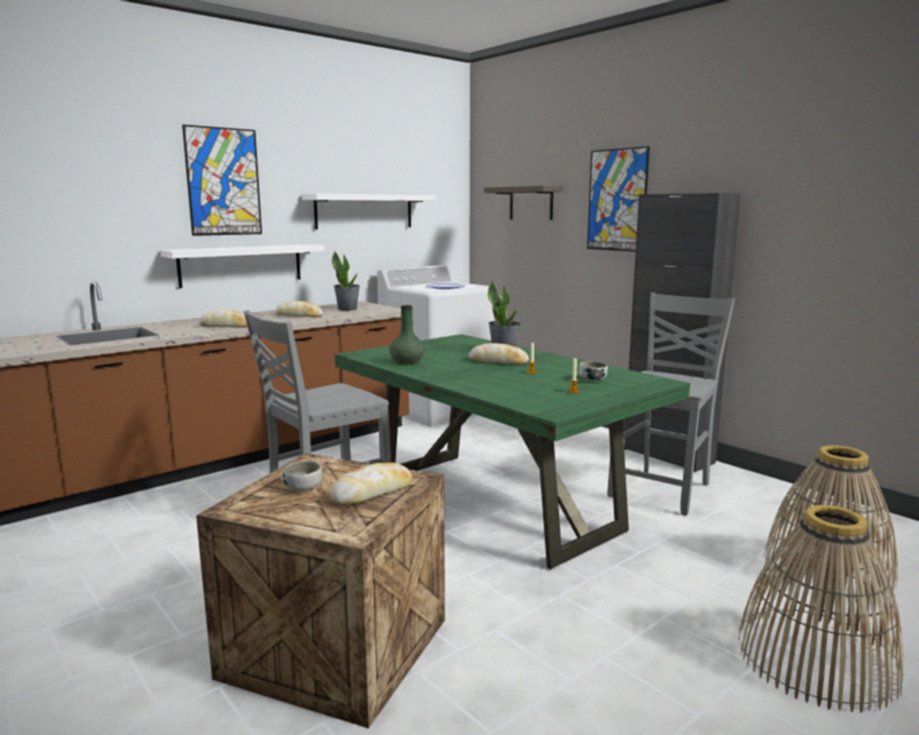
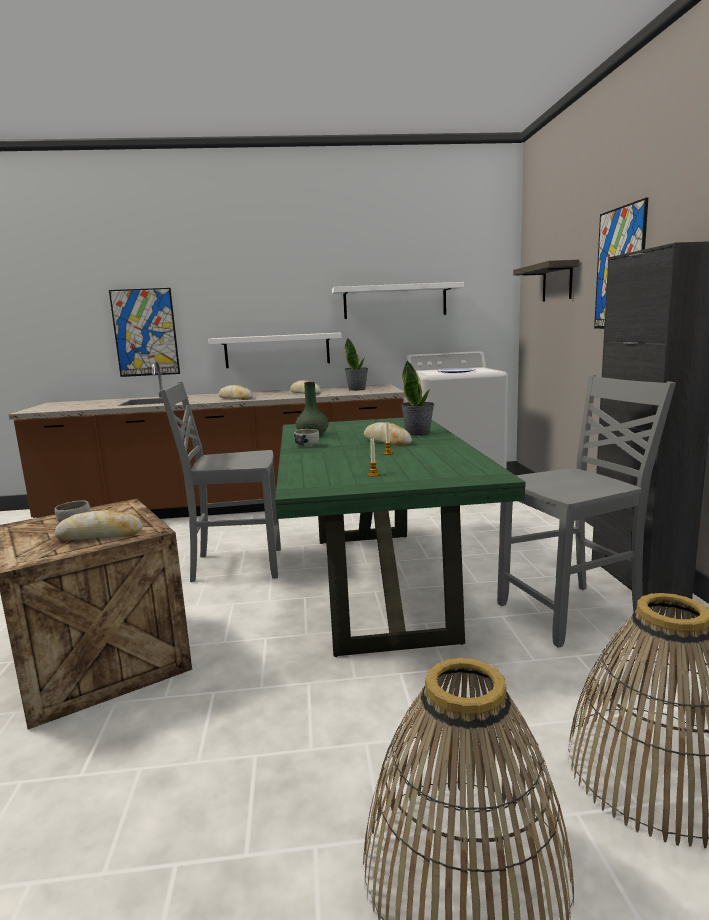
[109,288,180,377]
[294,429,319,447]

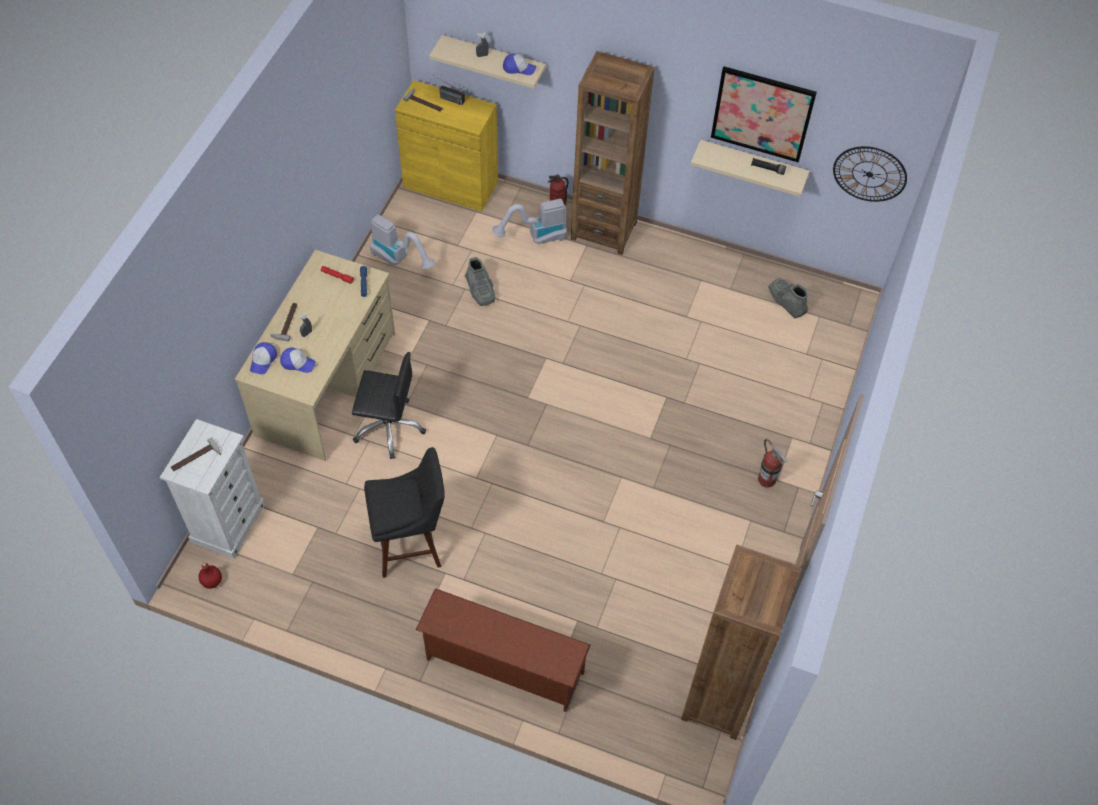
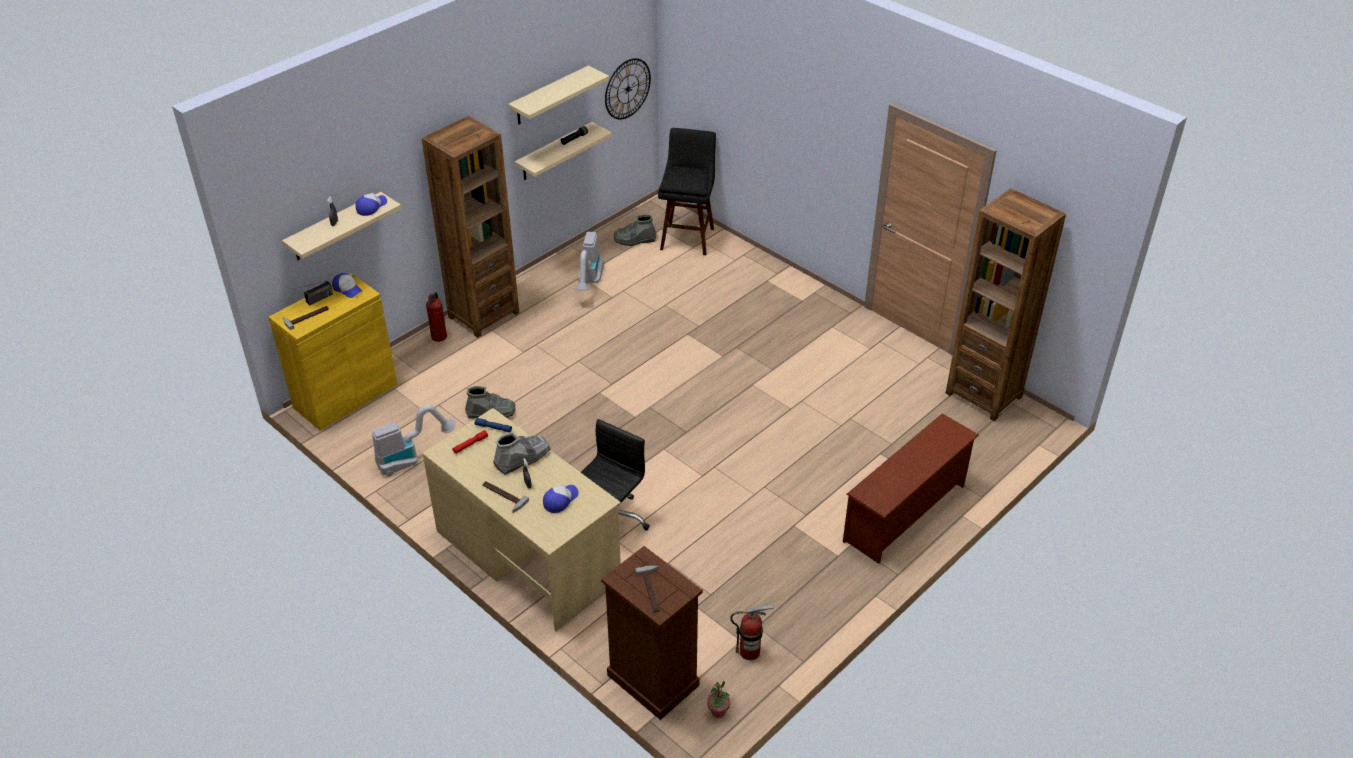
[332,273,363,298]
[493,432,551,475]
[508,65,609,124]
[575,232,604,290]
[601,546,703,720]
[658,128,716,255]
[707,681,730,718]
[730,605,774,660]

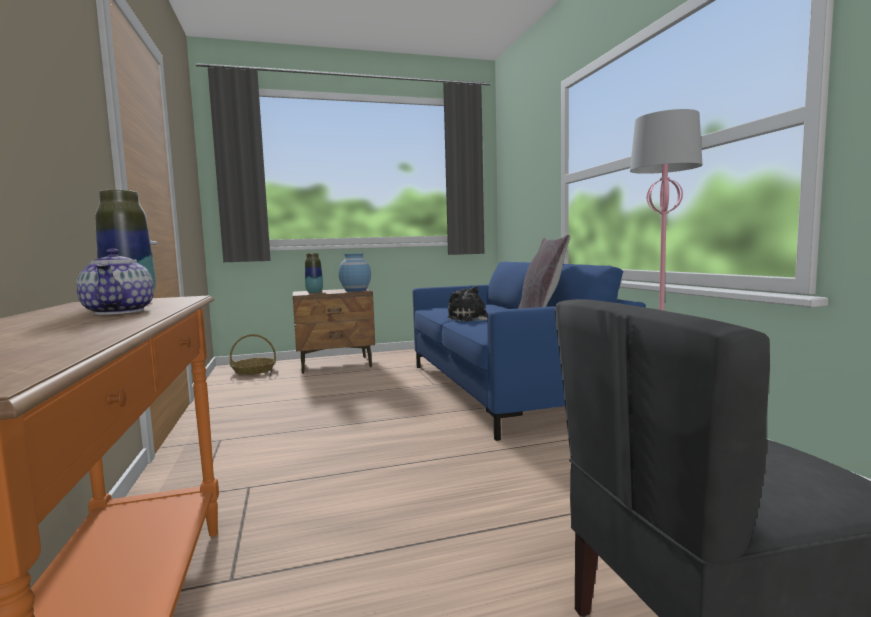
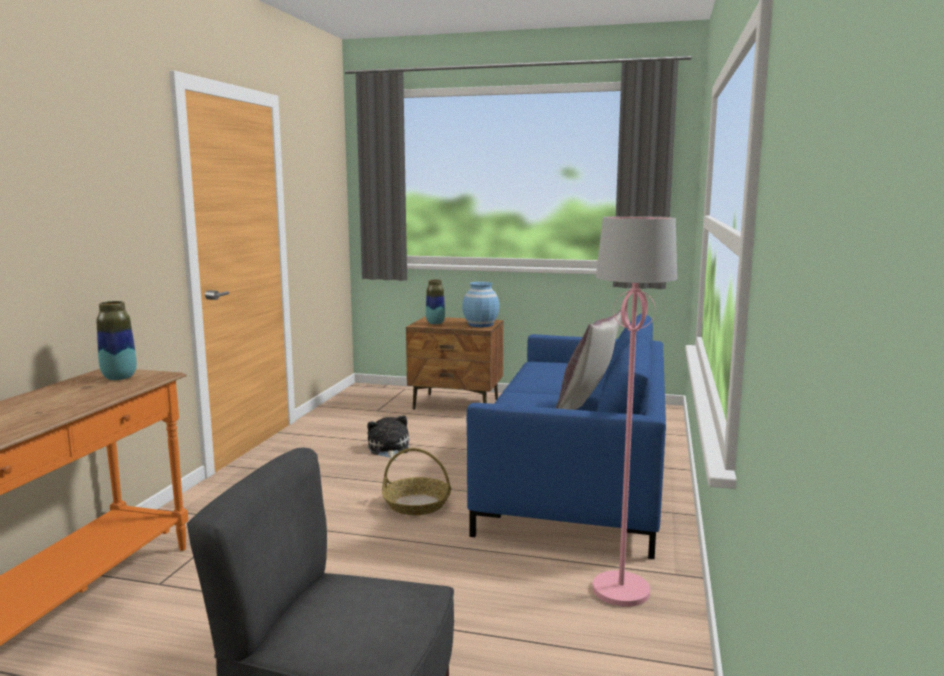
[367,415,409,460]
[382,448,451,515]
[76,249,154,315] (first image)

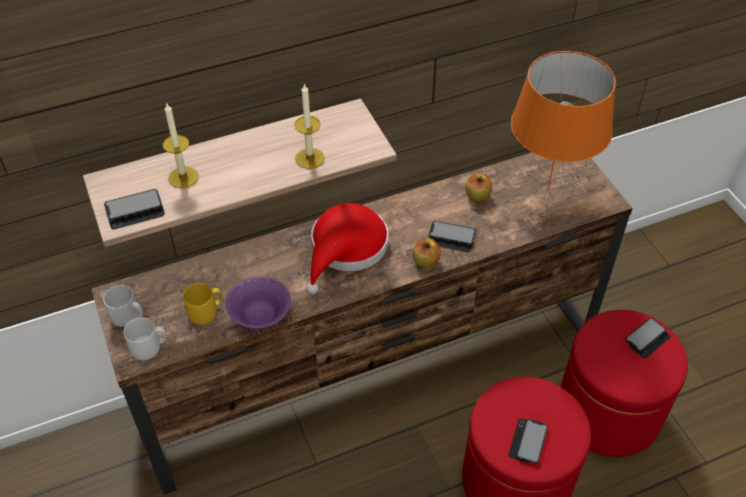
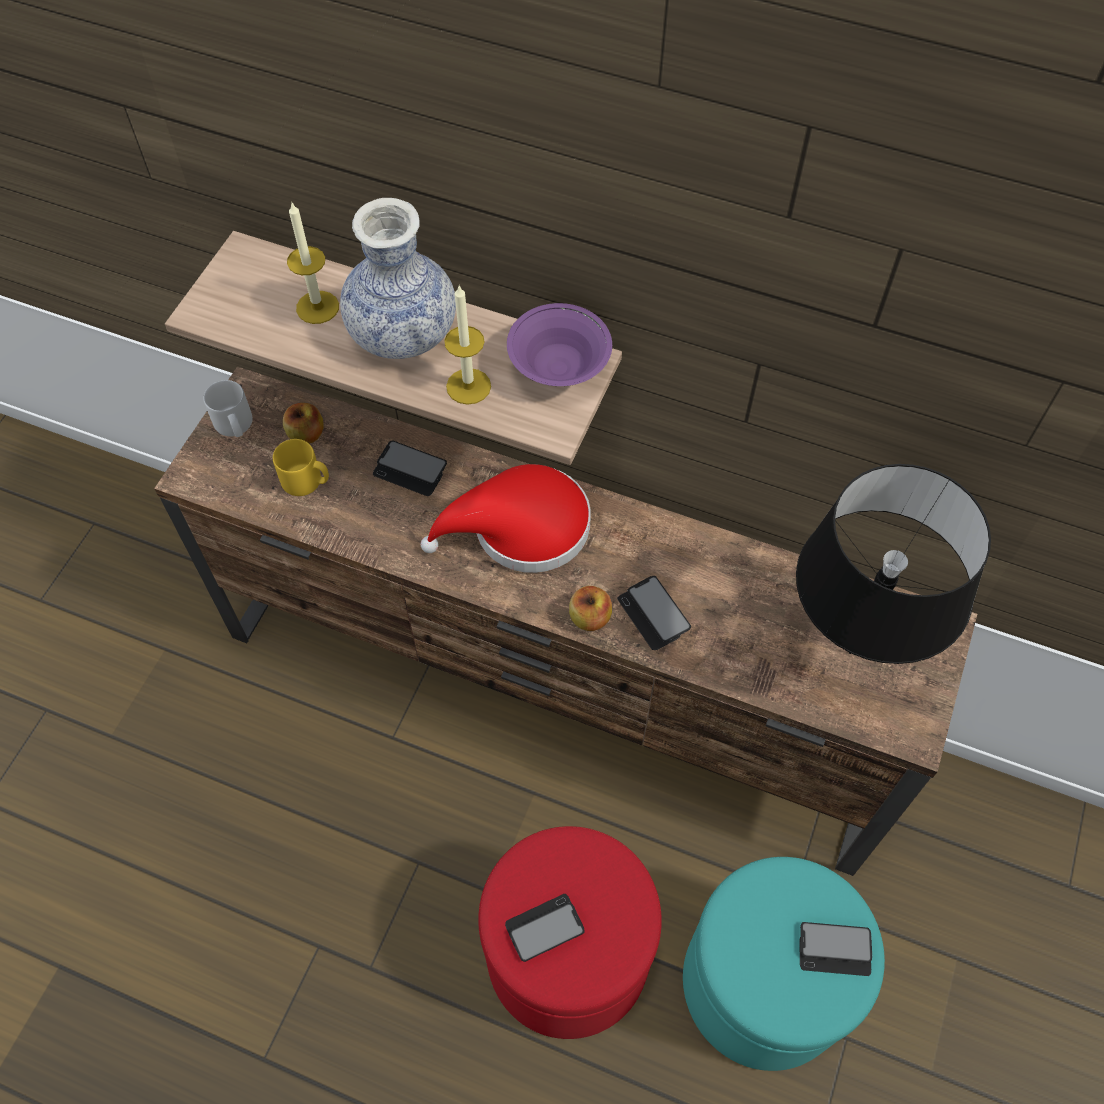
[283,403,324,444]
[340,198,456,359]
[373,440,447,496]
[507,303,612,386]
[683,857,885,1071]
[796,464,991,664]
[123,317,167,360] (first image)

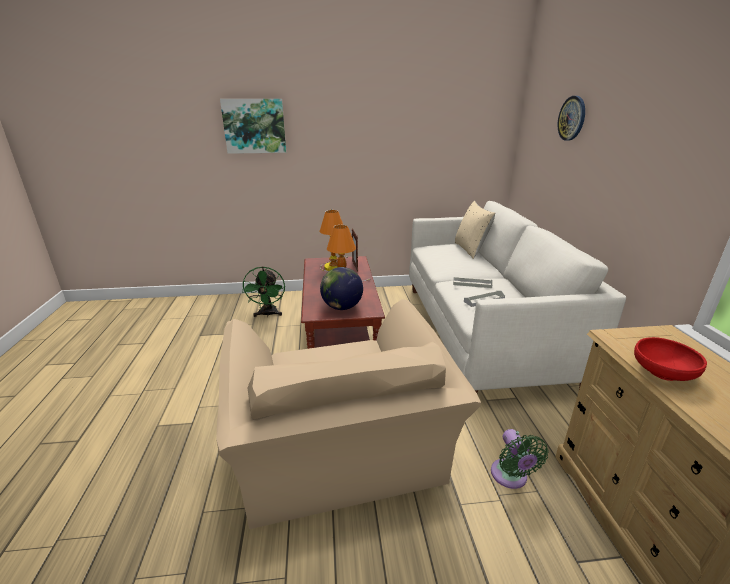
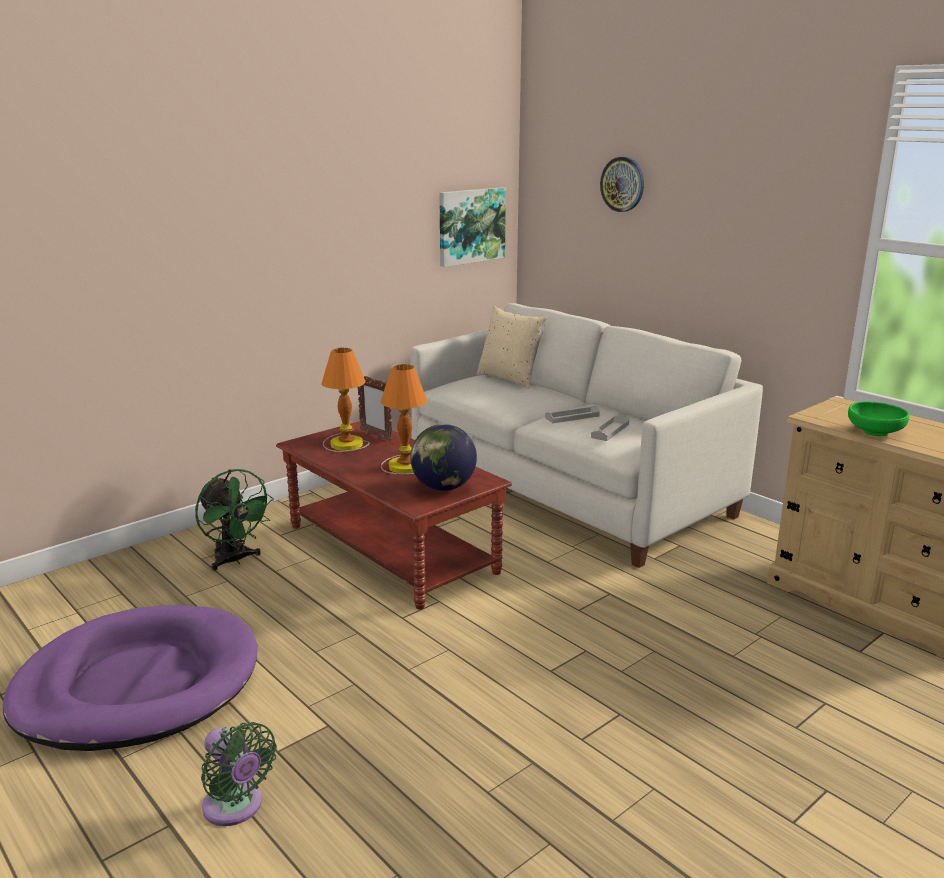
[3,605,258,751]
[201,722,277,826]
[439,187,506,267]
[848,402,909,436]
[216,299,481,529] (first image)

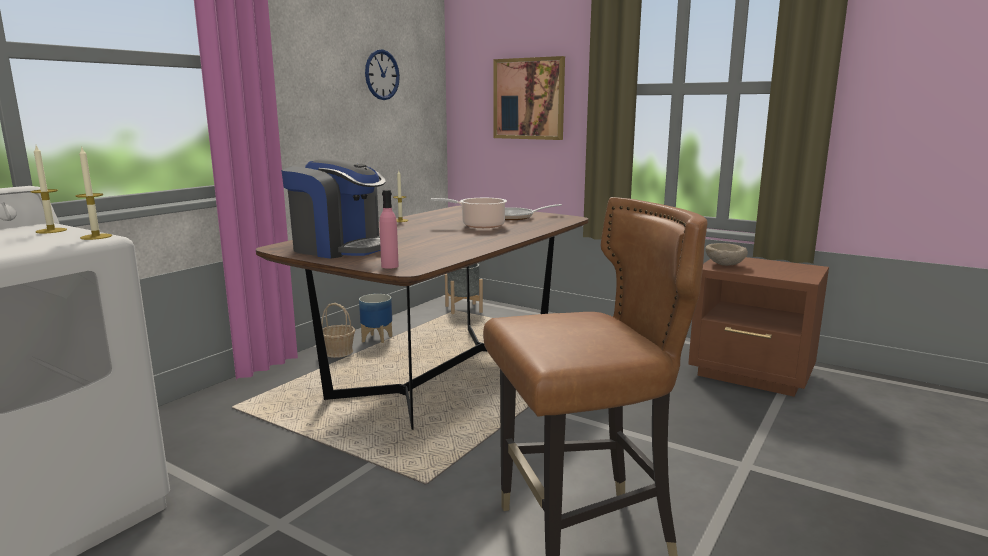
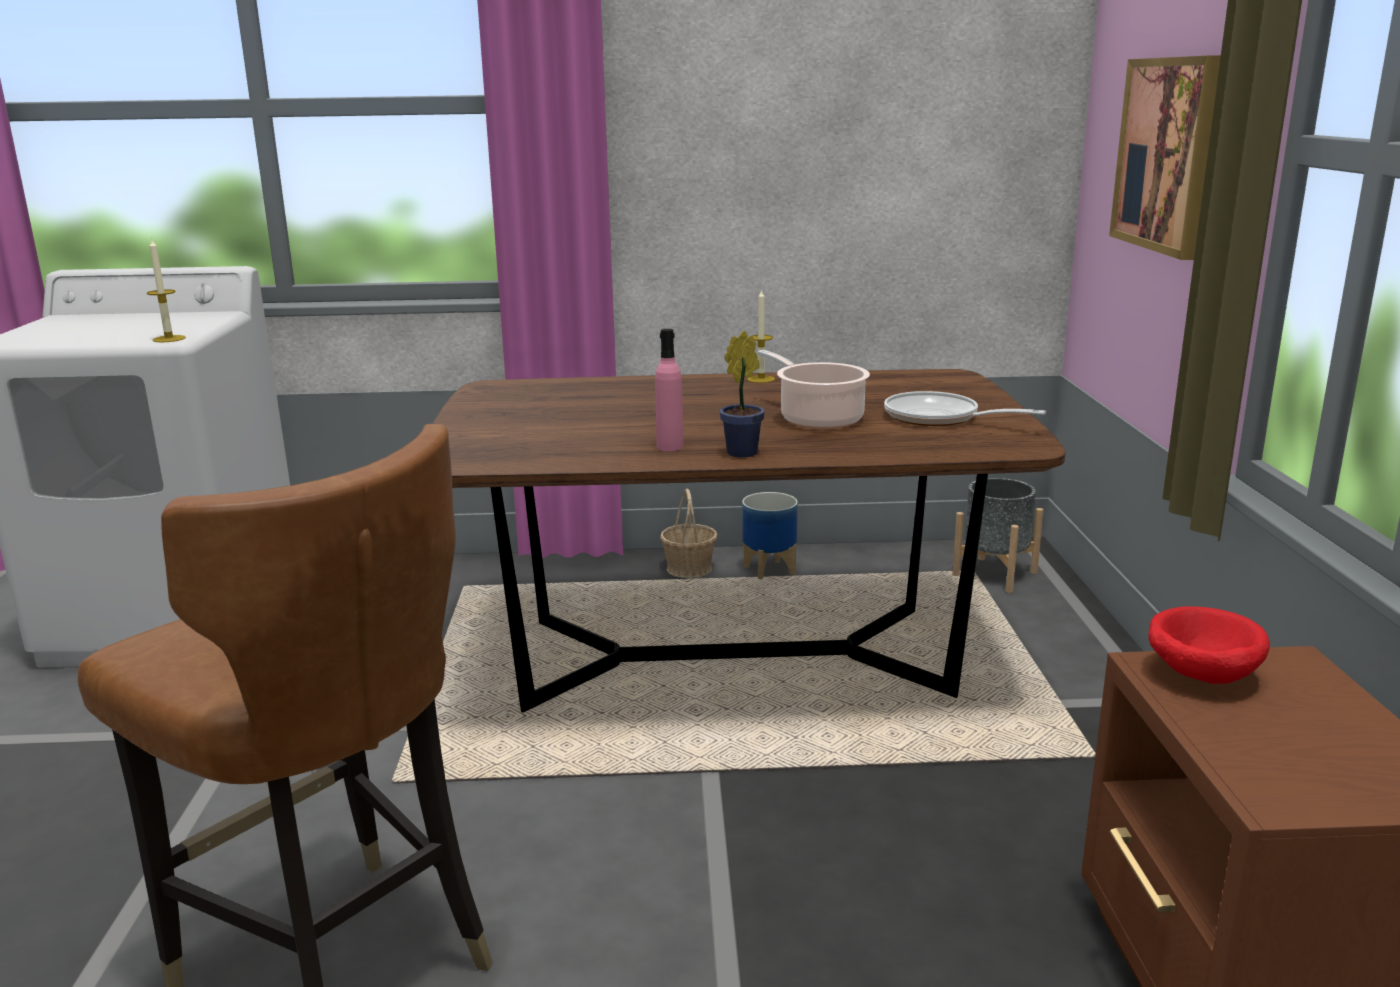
[655,329,683,451]
[720,331,765,458]
[1149,606,1270,684]
[30,146,67,233] (first image)
[281,159,386,259] (first image)
[365,49,400,100] (first image)

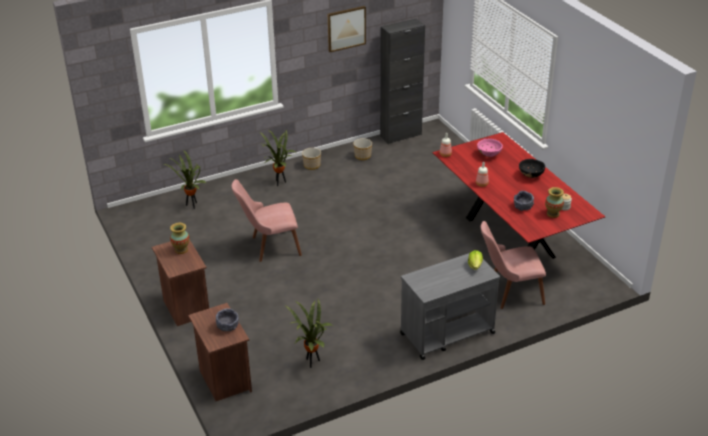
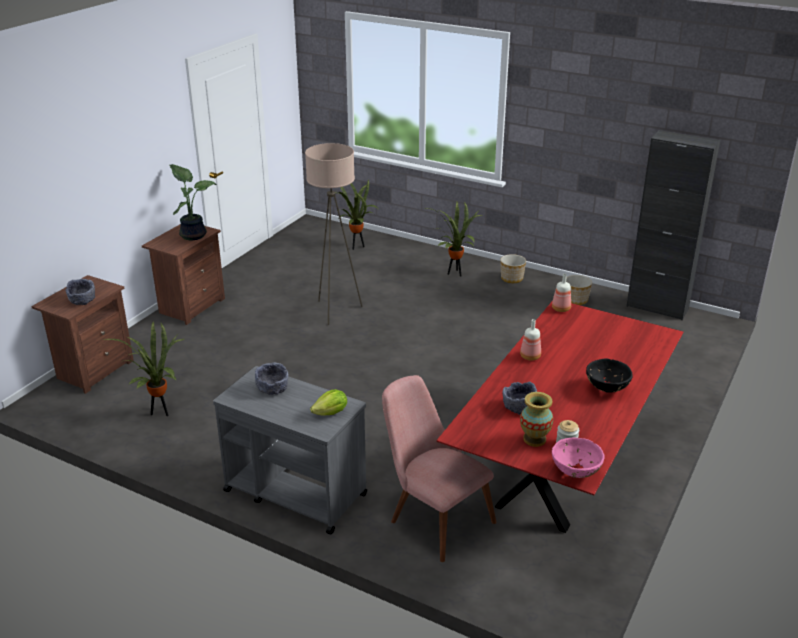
[169,164,217,240]
[255,363,289,395]
[305,143,363,325]
[552,437,605,478]
[328,6,366,52] (first image)

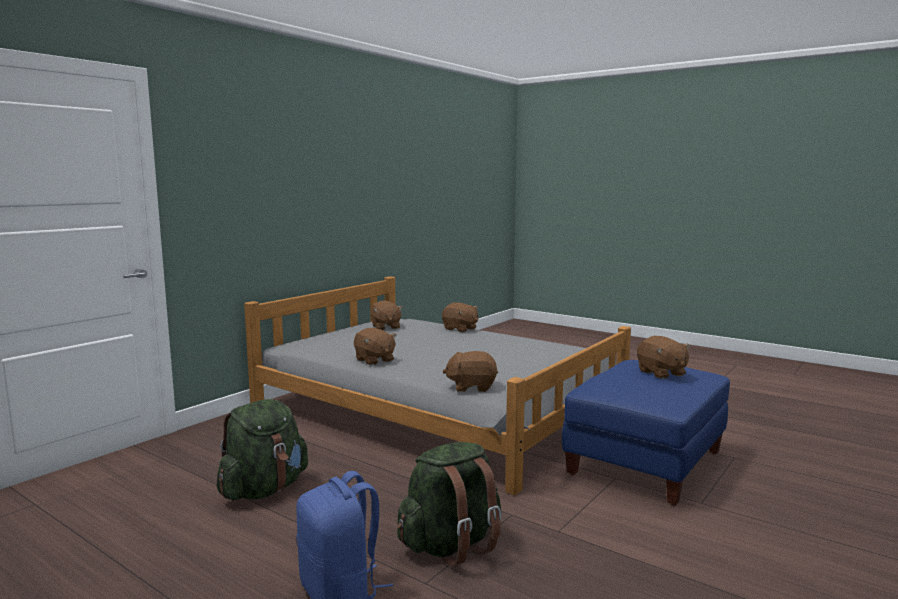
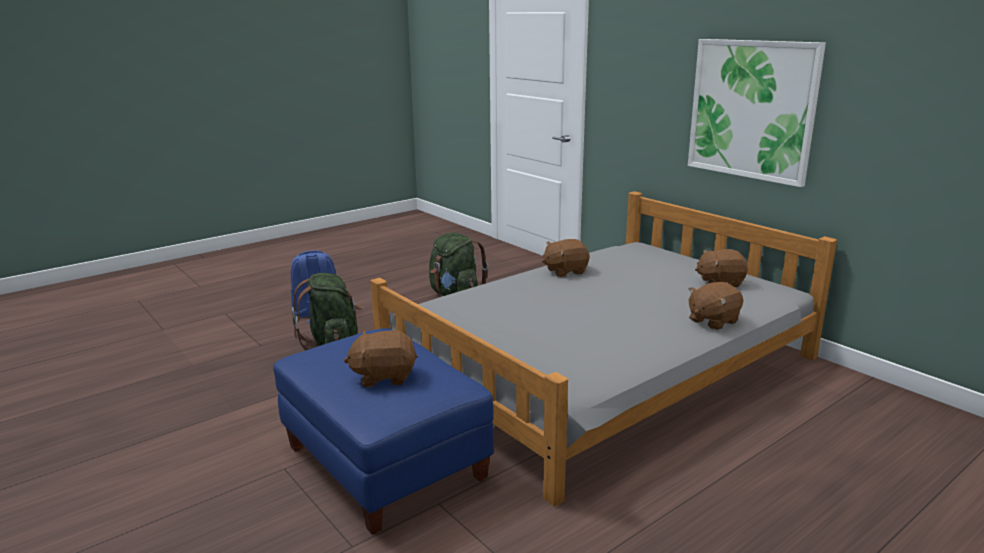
[688,39,826,187]
[443,351,498,392] (first image)

